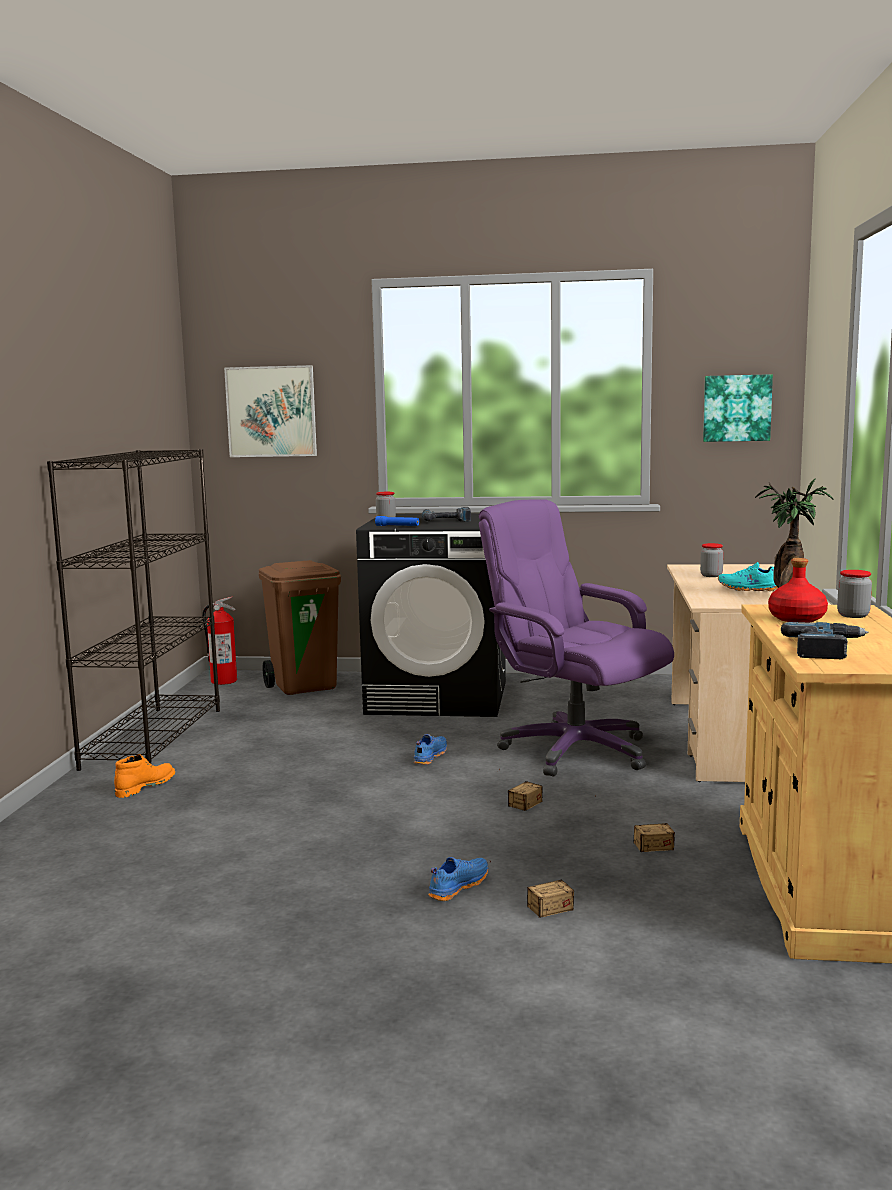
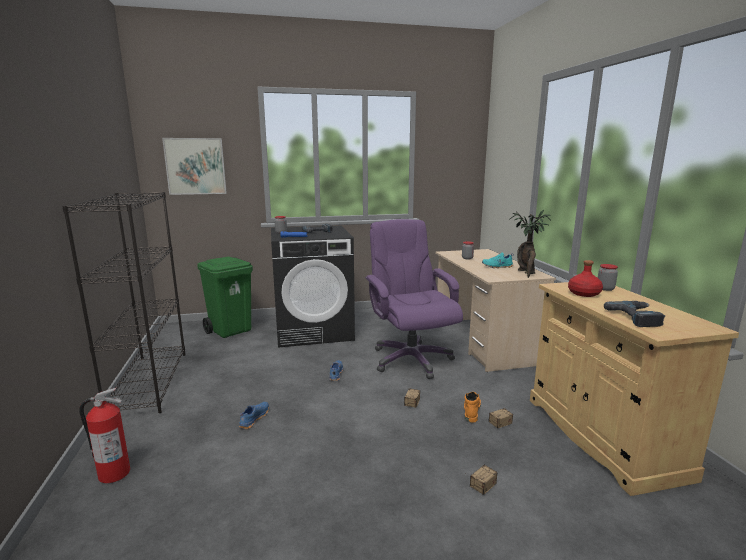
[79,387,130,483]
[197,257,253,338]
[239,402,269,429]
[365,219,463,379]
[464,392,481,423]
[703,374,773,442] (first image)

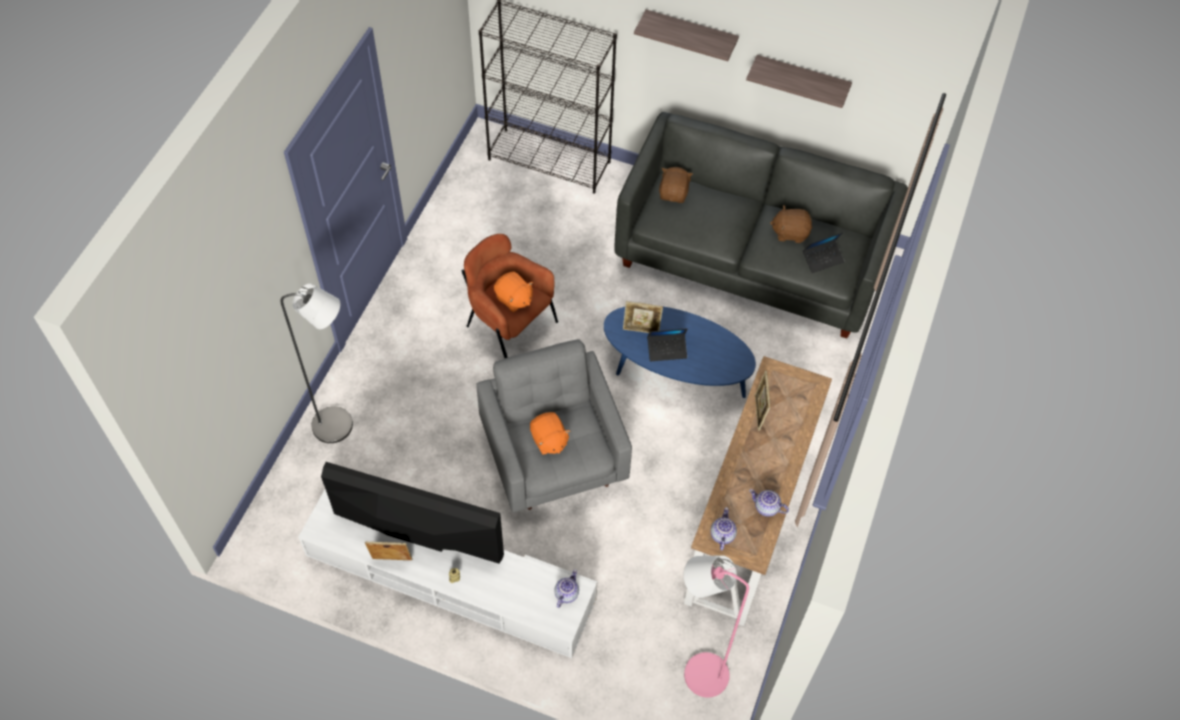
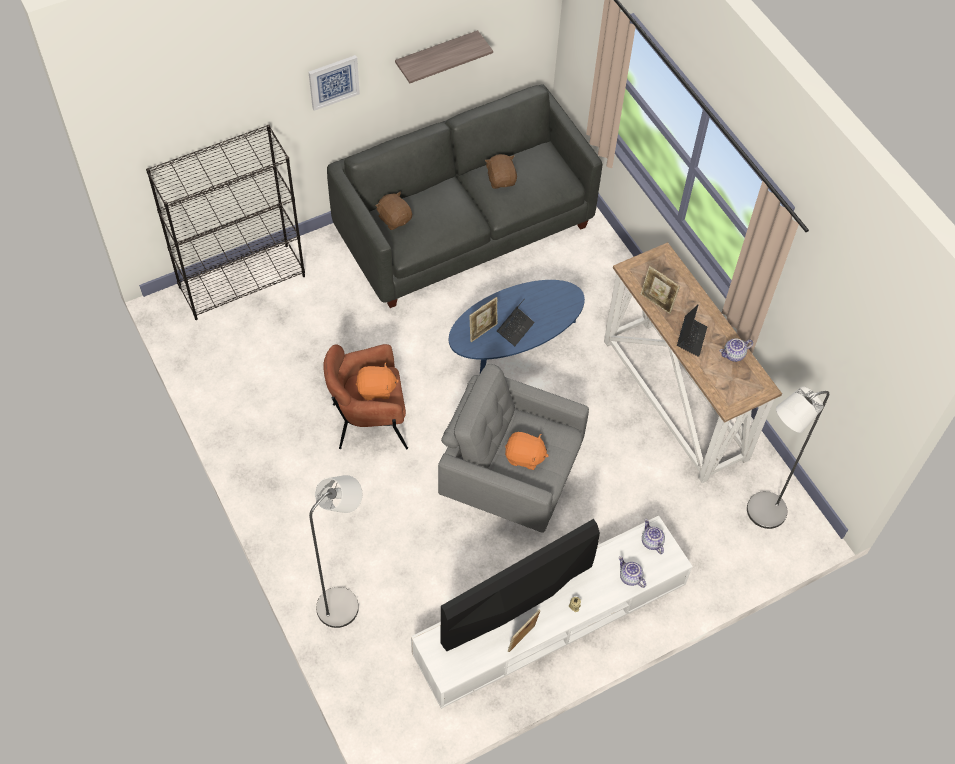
[309,55,360,111]
[485,154,517,189]
[619,556,646,588]
[677,304,707,357]
[747,386,829,529]

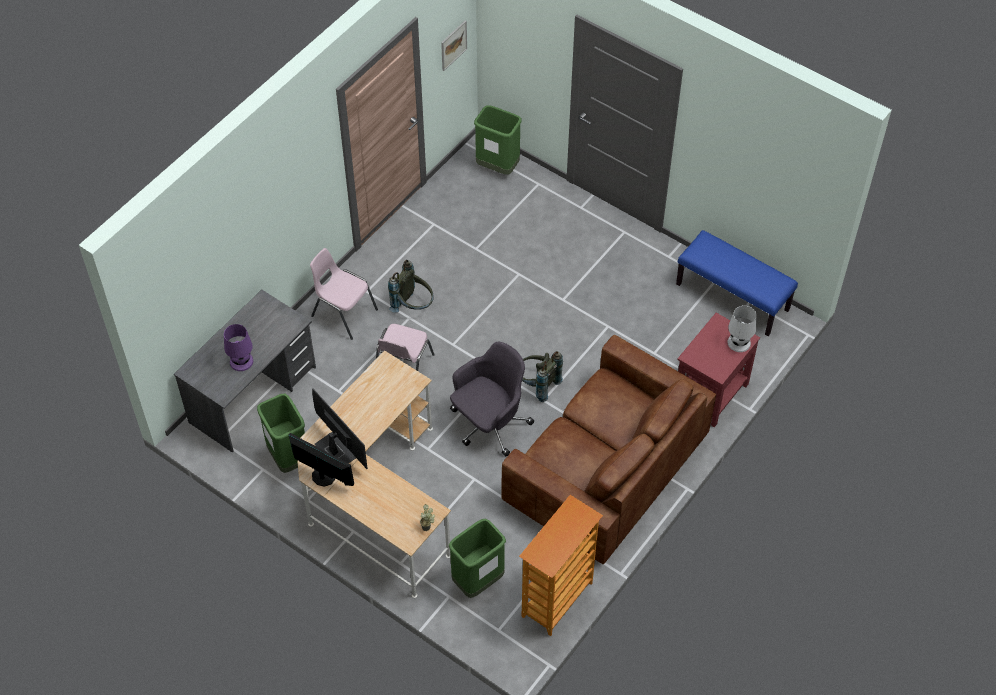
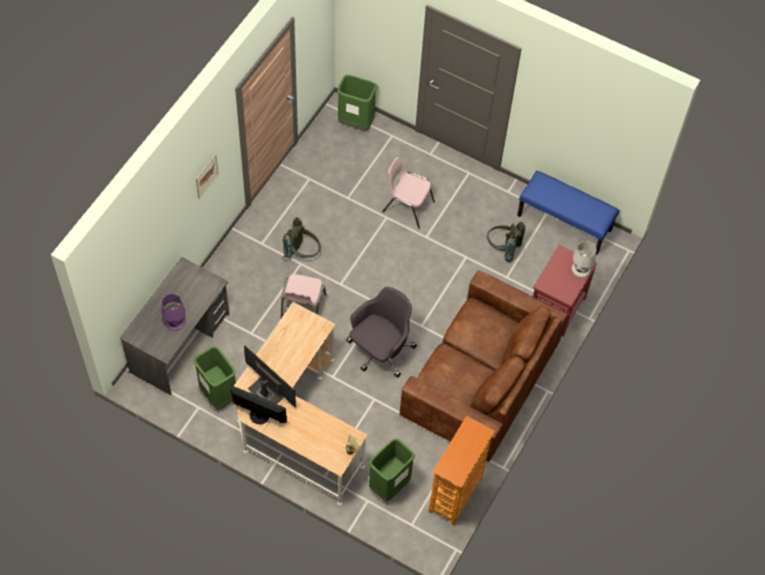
[195,154,219,199]
[382,157,435,229]
[487,222,526,263]

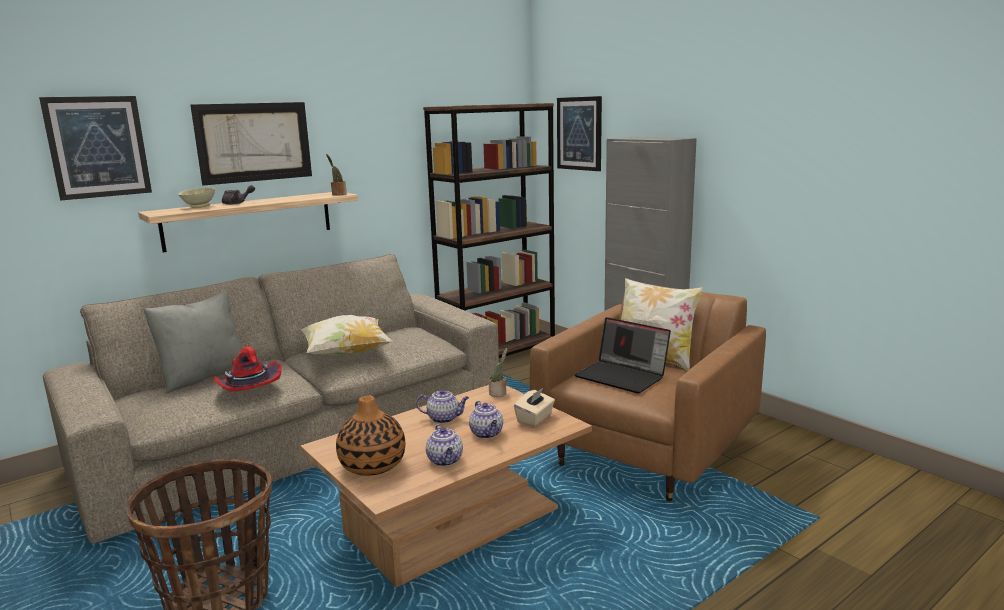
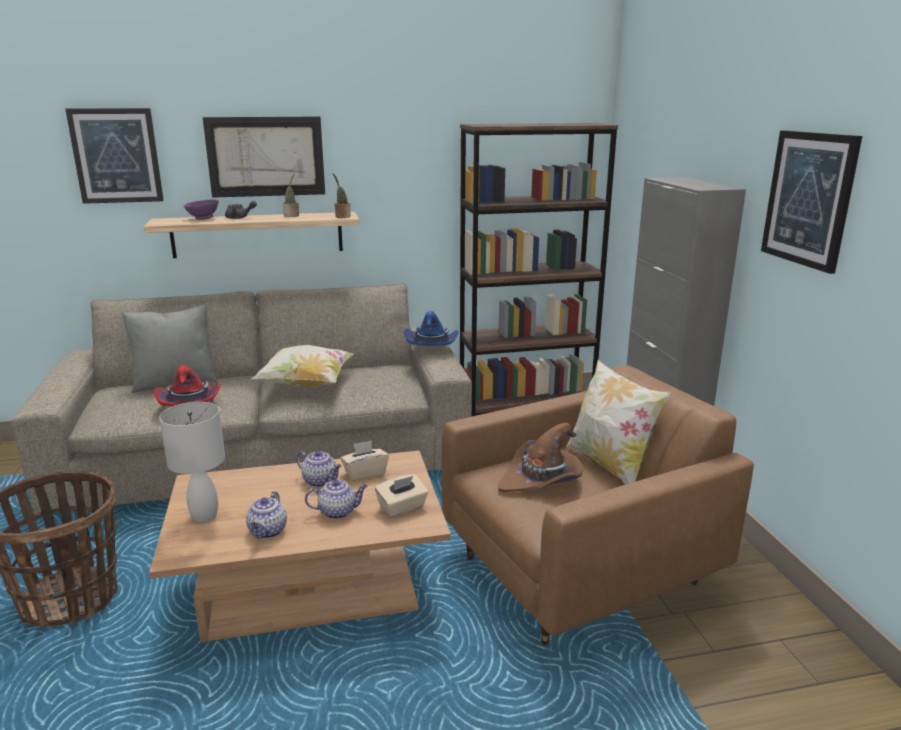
[159,402,225,523]
[184,199,219,220]
[283,174,299,217]
[305,480,367,519]
[341,440,389,481]
[403,311,459,346]
[498,423,582,492]
[761,130,862,274]

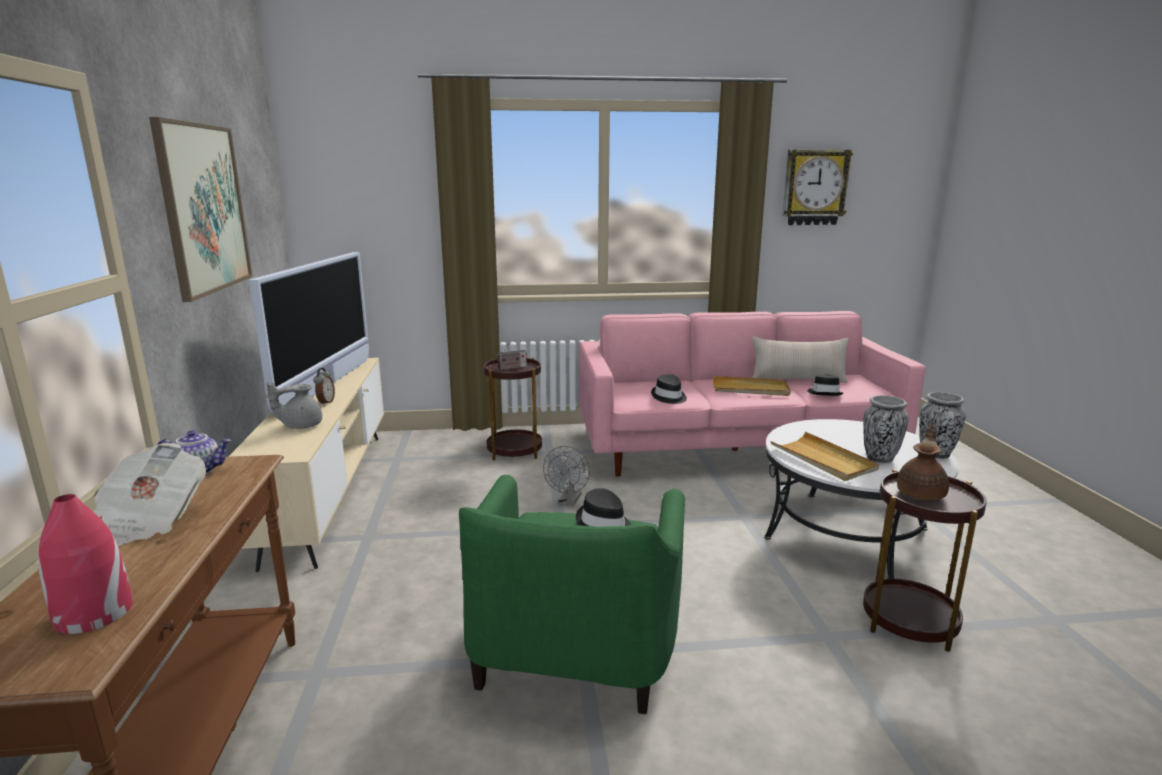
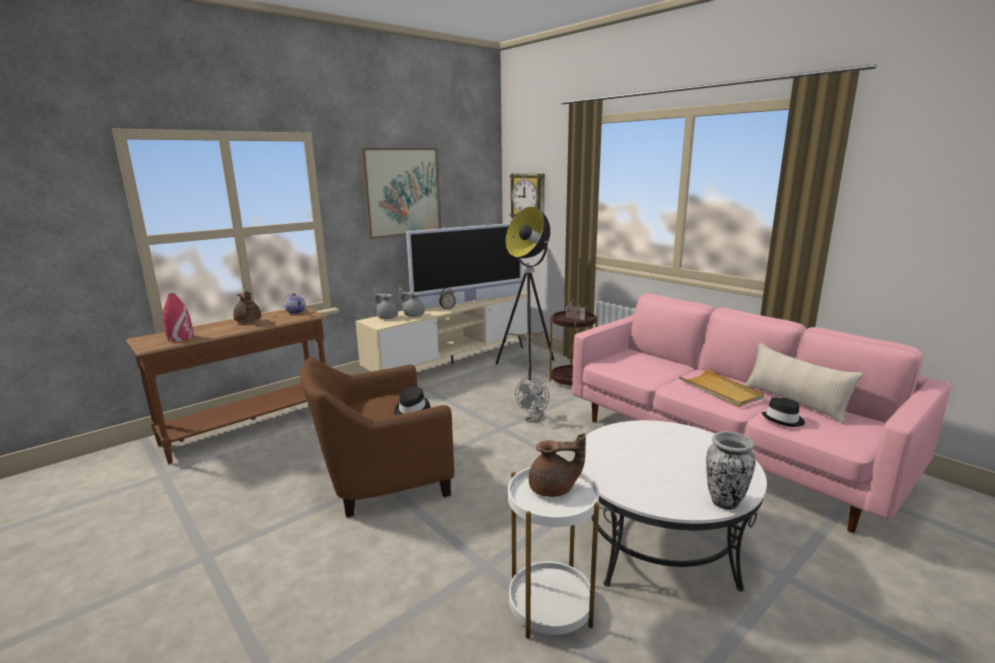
[233,291,261,323]
[300,357,454,517]
[374,288,398,319]
[496,207,554,381]
[508,467,599,639]
[509,173,545,218]
[515,377,549,423]
[651,374,687,404] (first image)
[770,432,879,481] (first image)
[863,395,909,463] (first image)

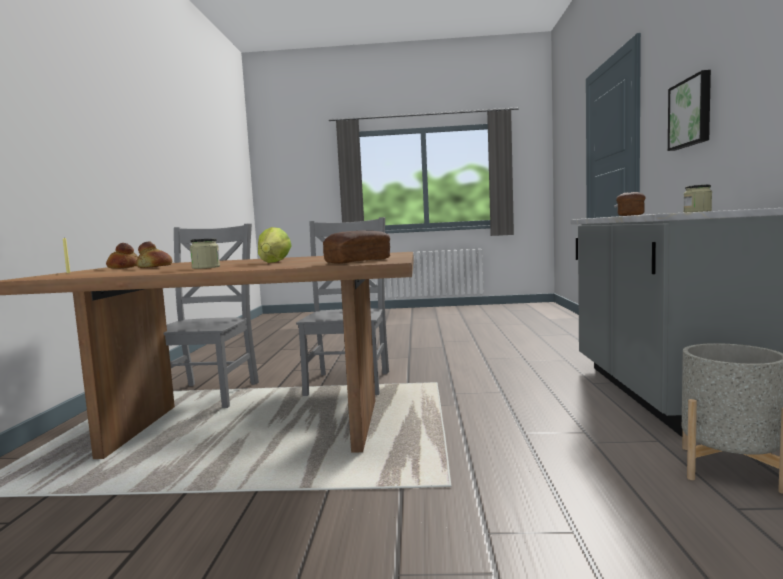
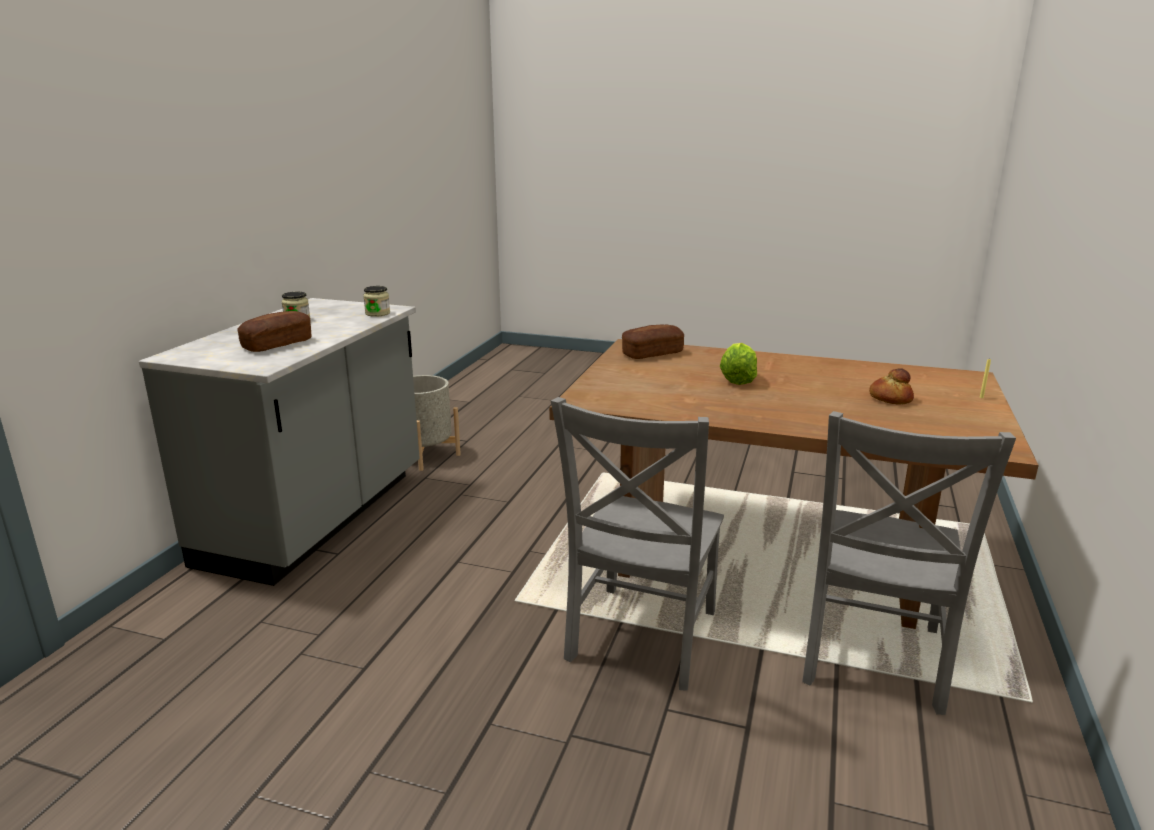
[363,286,390,317]
[106,243,138,269] (first image)
[668,70,711,151] (first image)

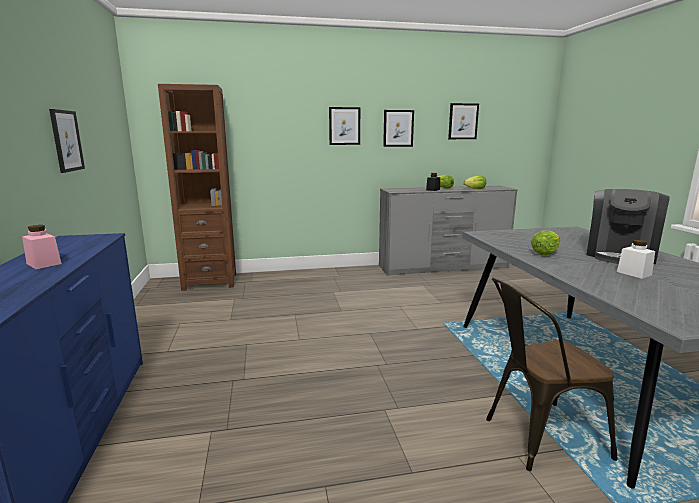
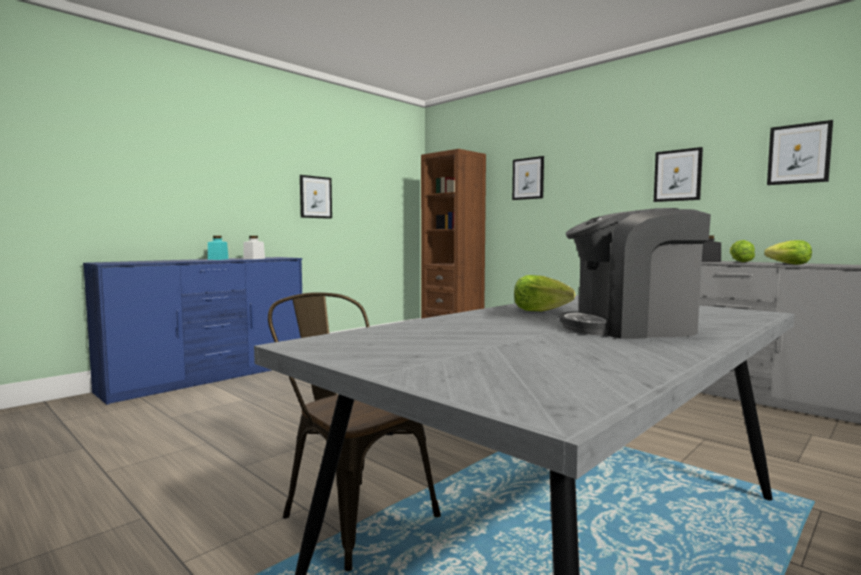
[208,236,228,260]
[243,236,265,259]
[512,156,544,200]

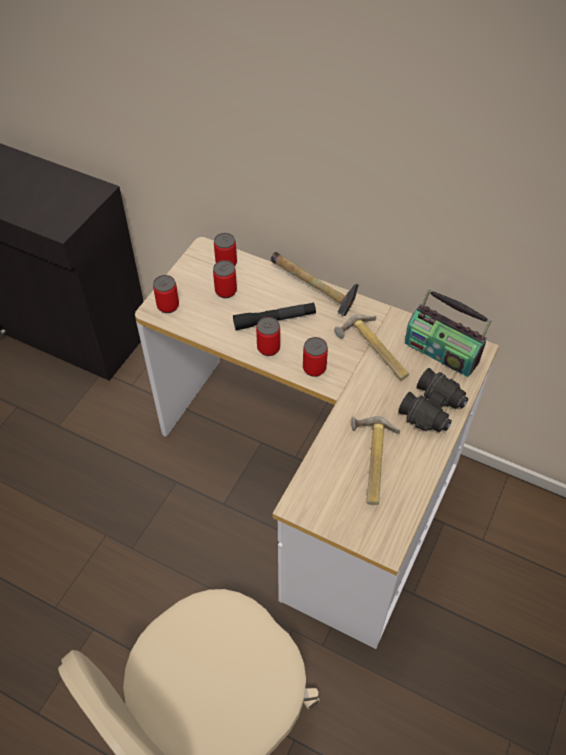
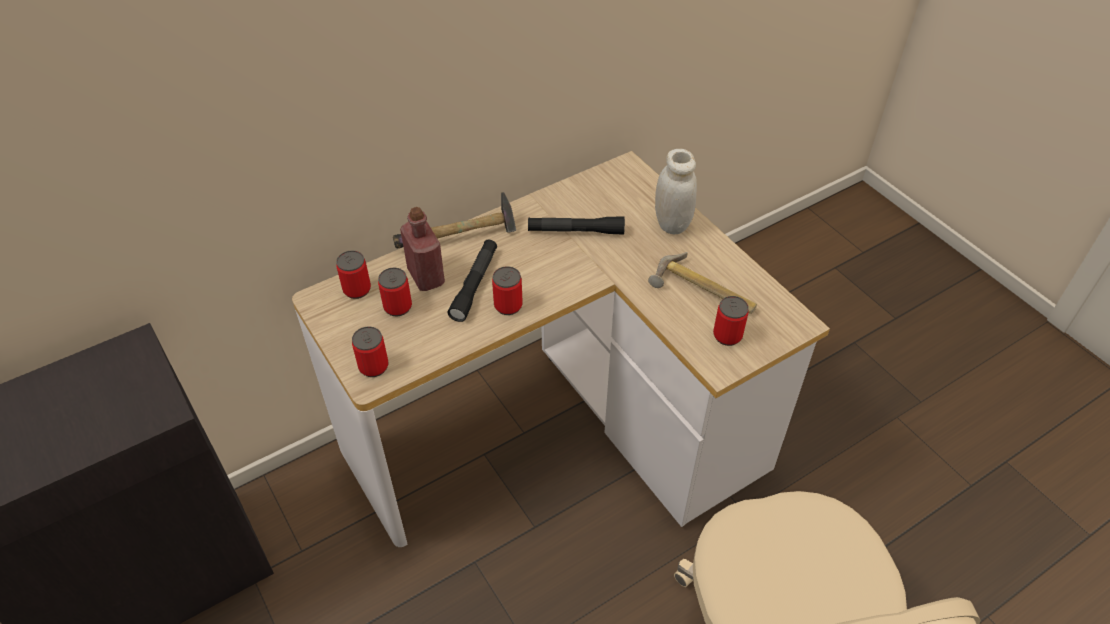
[400,207,445,291]
[528,217,625,235]
[655,149,697,235]
[713,296,749,346]
[405,289,492,377] (first image)

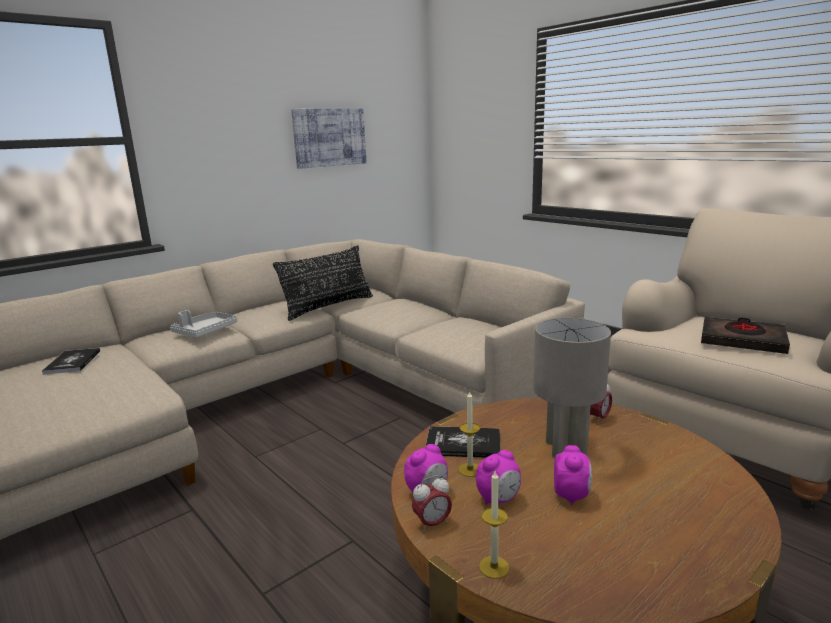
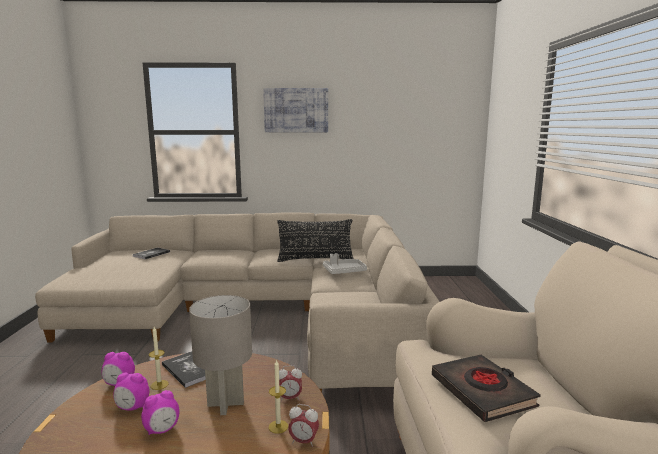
[263,88,328,132]
[269,359,288,434]
[288,404,319,447]
[323,253,367,274]

